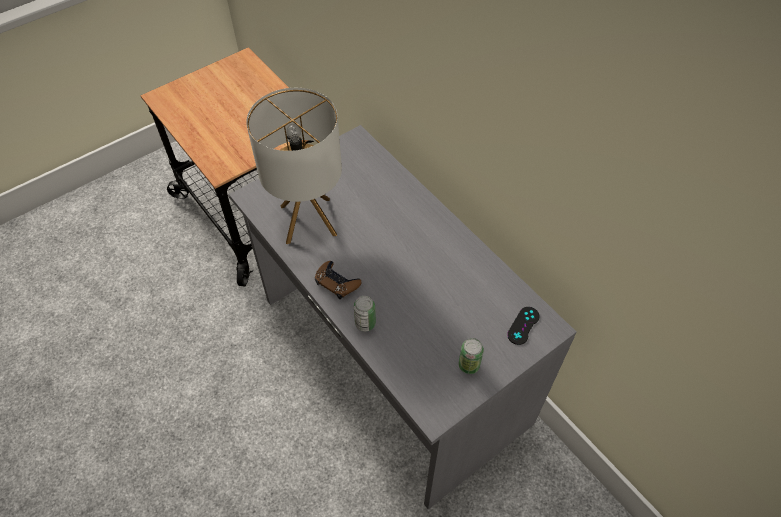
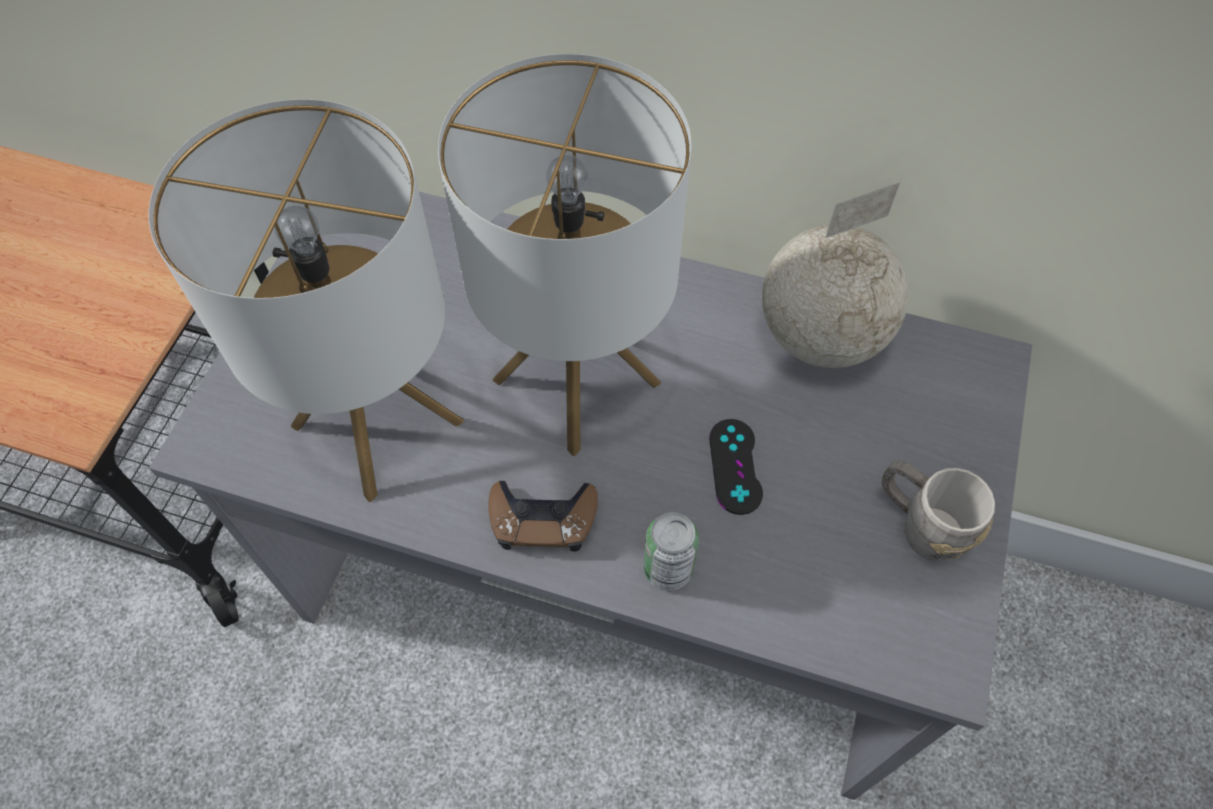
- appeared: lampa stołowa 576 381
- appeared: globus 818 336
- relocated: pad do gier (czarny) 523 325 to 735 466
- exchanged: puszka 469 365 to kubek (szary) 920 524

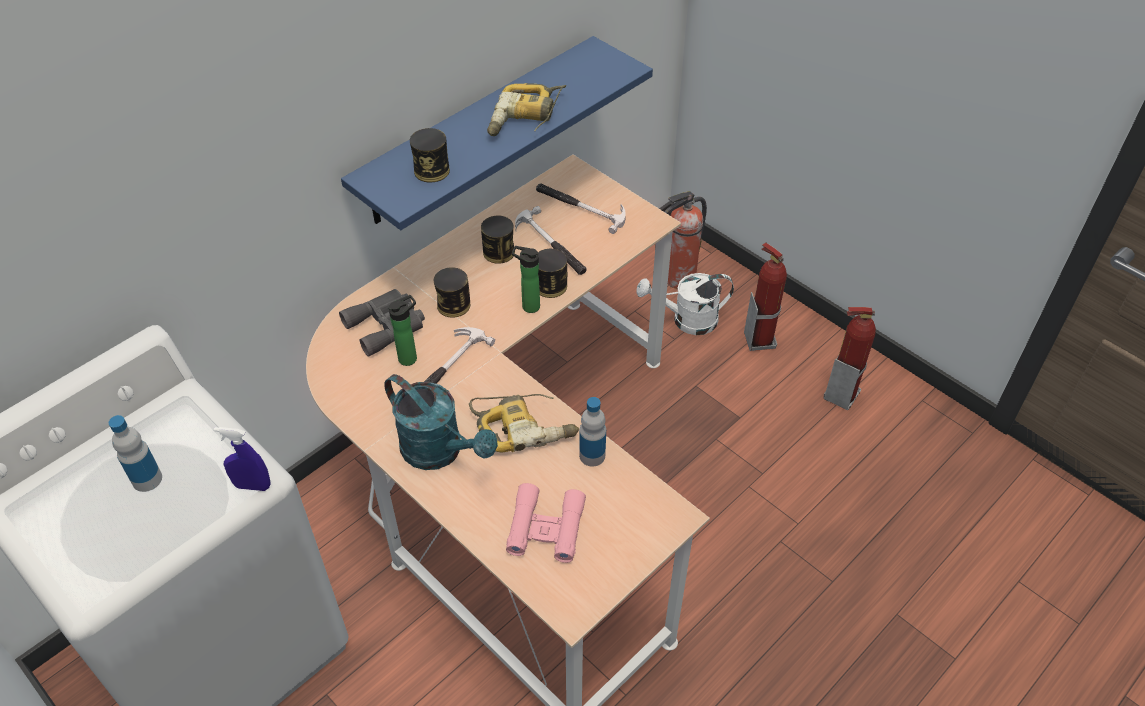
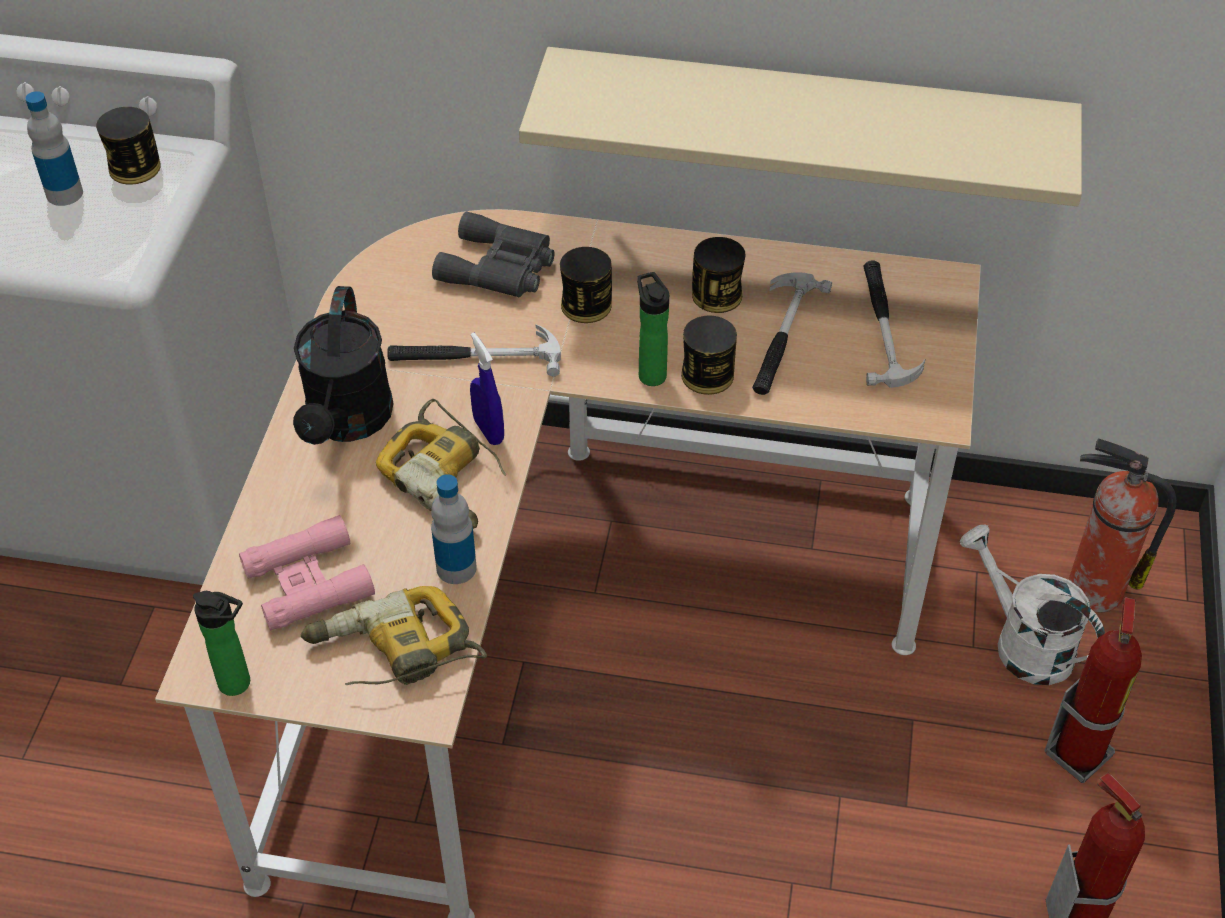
- relocated: spryskiwacz (niebieski) 252 486 to 488 431
- relocated: butelka 410 357 to 239 684
- relocated: puszka 431 170 to 135 167
- relocated: wiertarka 526 118 to 393 653
- colour: półka (niebieski) 478 131 to półka (beżowy) 805 120
- colour: konewka (turkusowy) 440 451 to konewka (czarny) 347 422

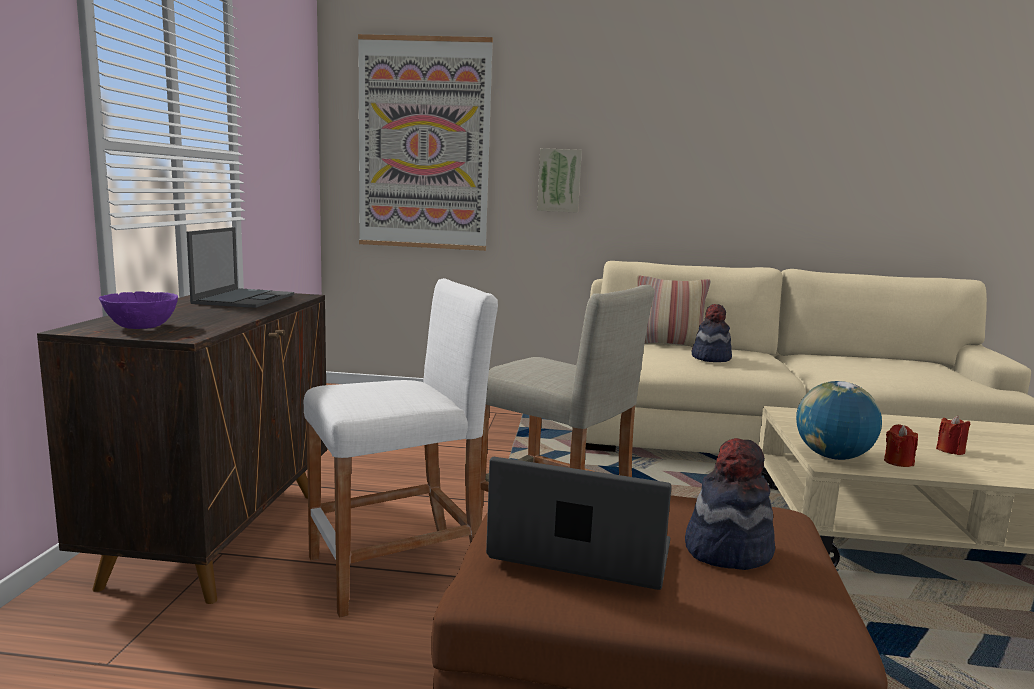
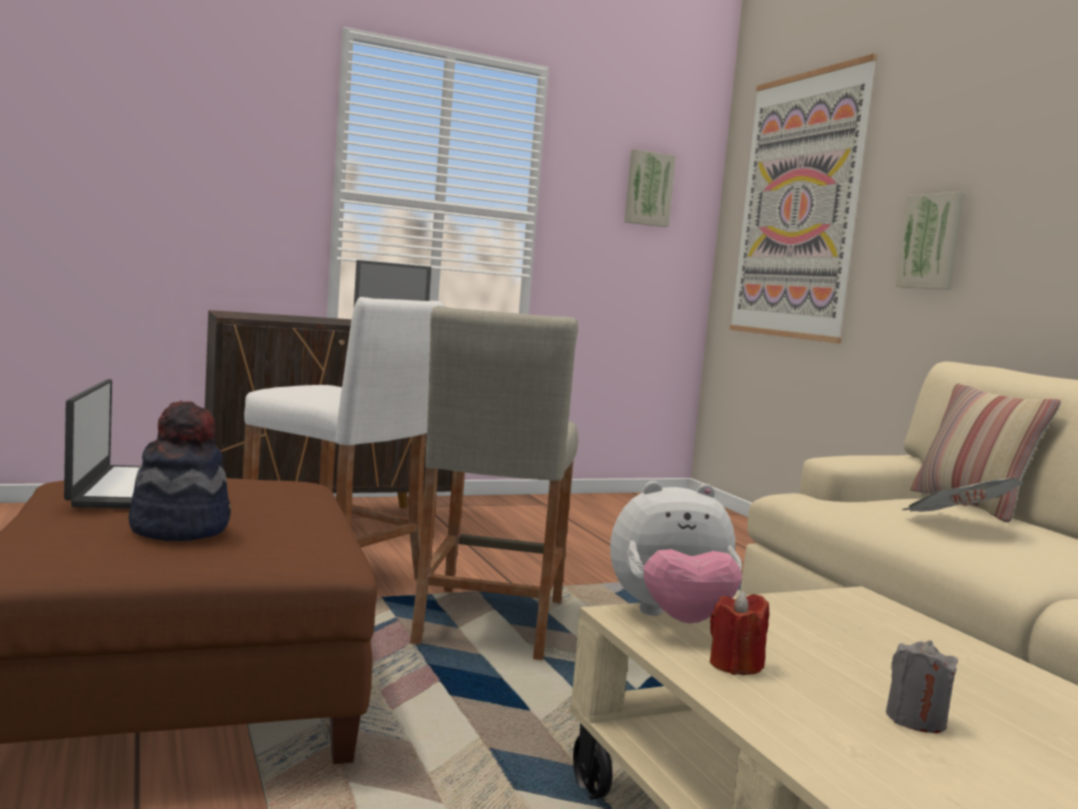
- missing: miska (fioletowy) 141 327
- appeared: obraz 648 189
- exchanged: kapelusz 710 358 to gazeta 956 524
- exchanged: globus 832 457 to pluszak 671 619
- colour: świeca (czerwony) 950 450 to świeca (szary) 916 720

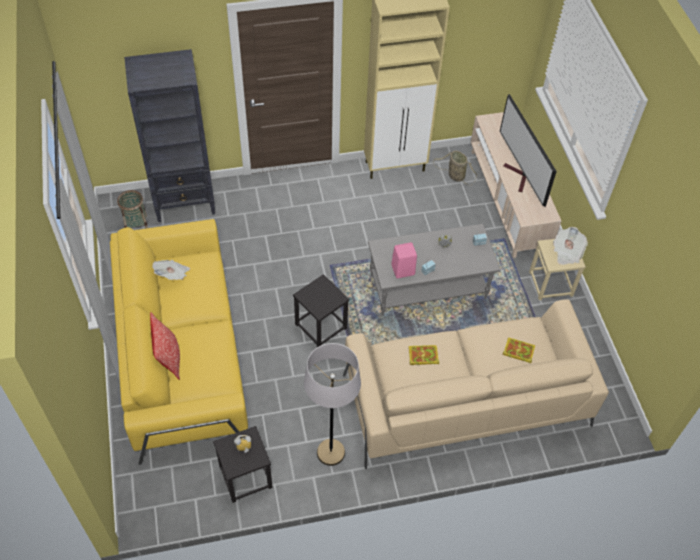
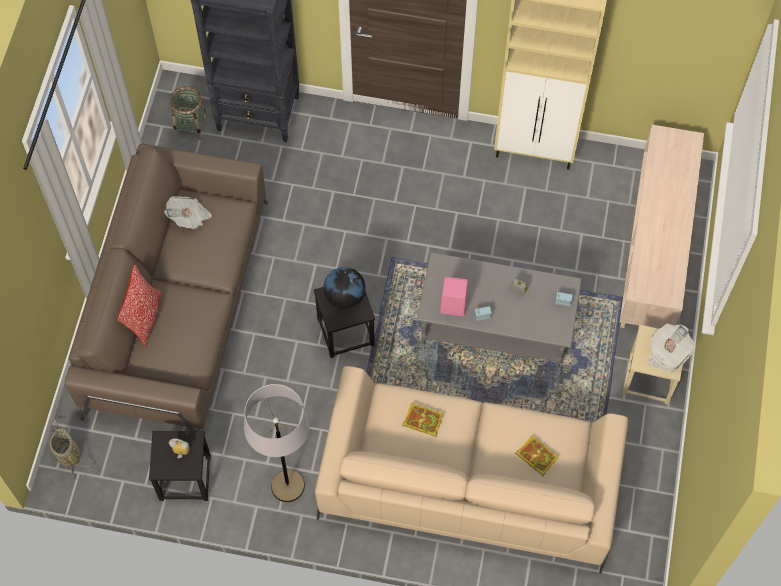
- missing: telewizor 519 177
- appeared: globus 345 297
- relocated: koszyk 455 175 to 68 454
- colour: kanapa (żółty) 182 353 to kanapa (brązowy) 177 307

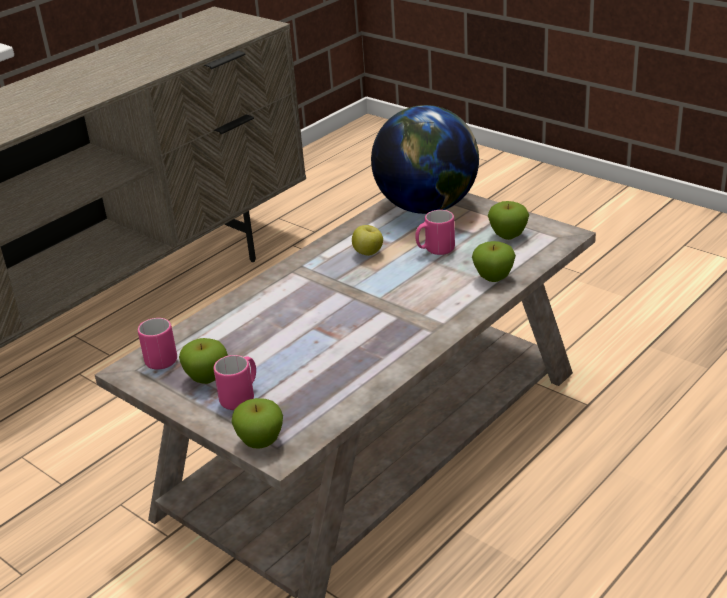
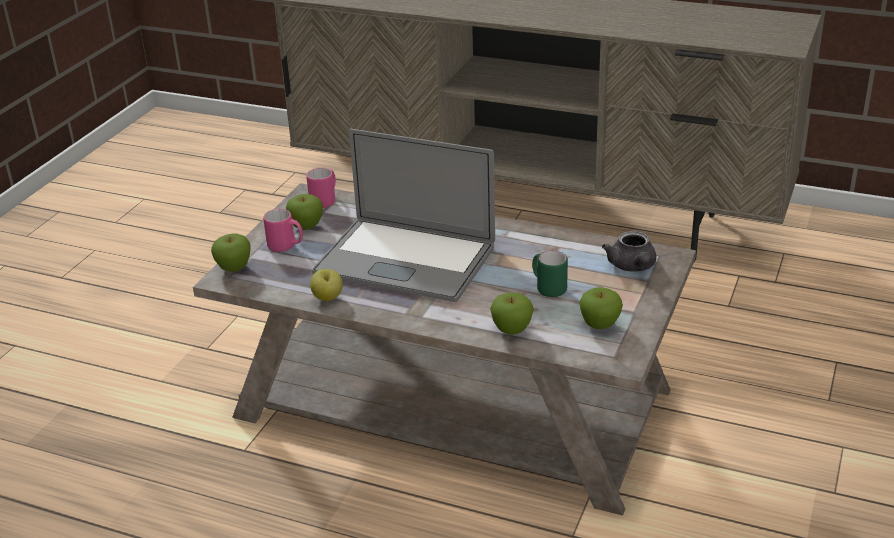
- appeared: laptop 405 260
- relocated: jabłko 368 253 to 328 298
- exchanged: globus 427 206 to imbryk (szary) 633 267
- colour: kubek (różowy) 435 250 to kubek (zielony) 547 288

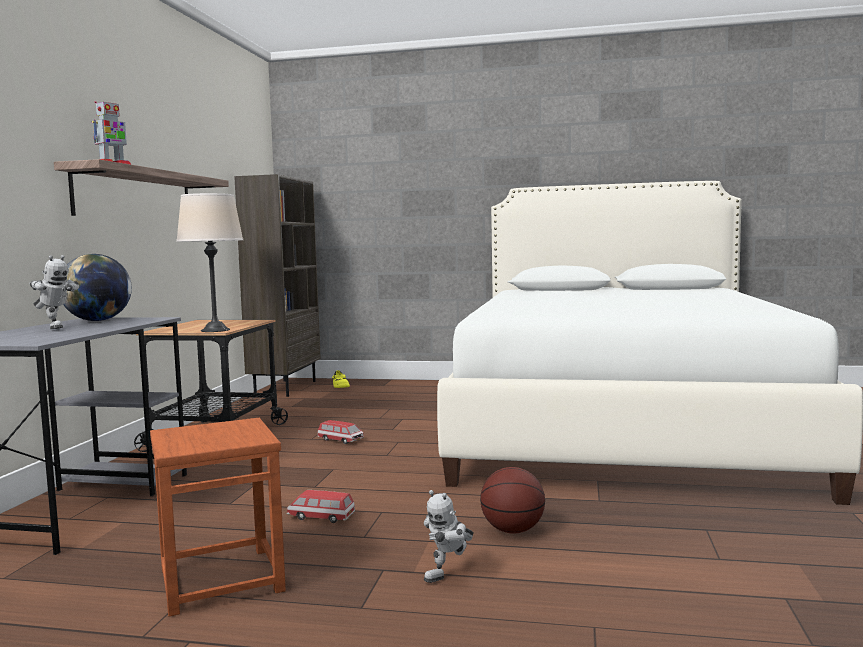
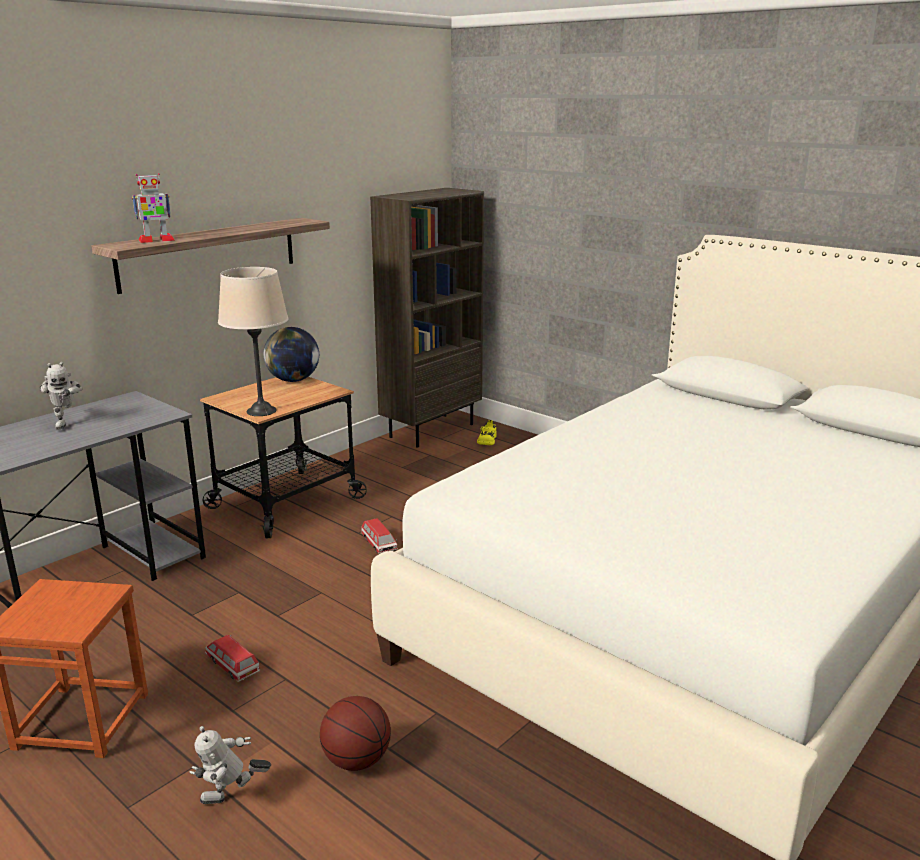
- relocated: globus 98 320 to 293 380

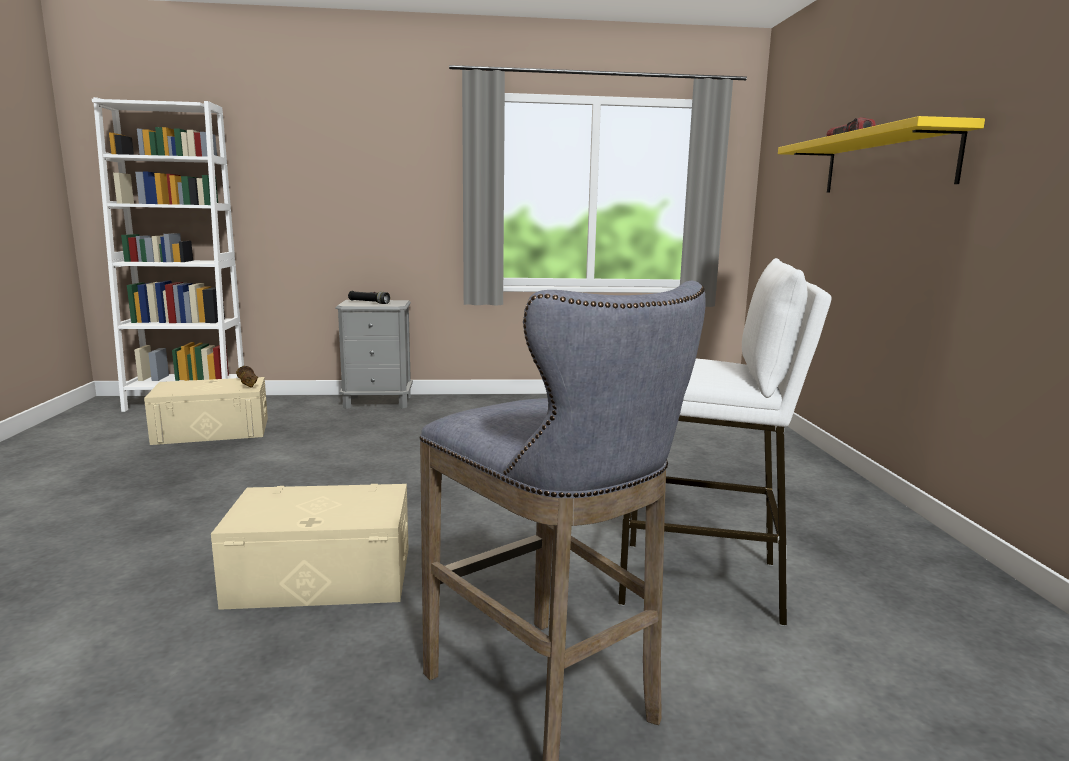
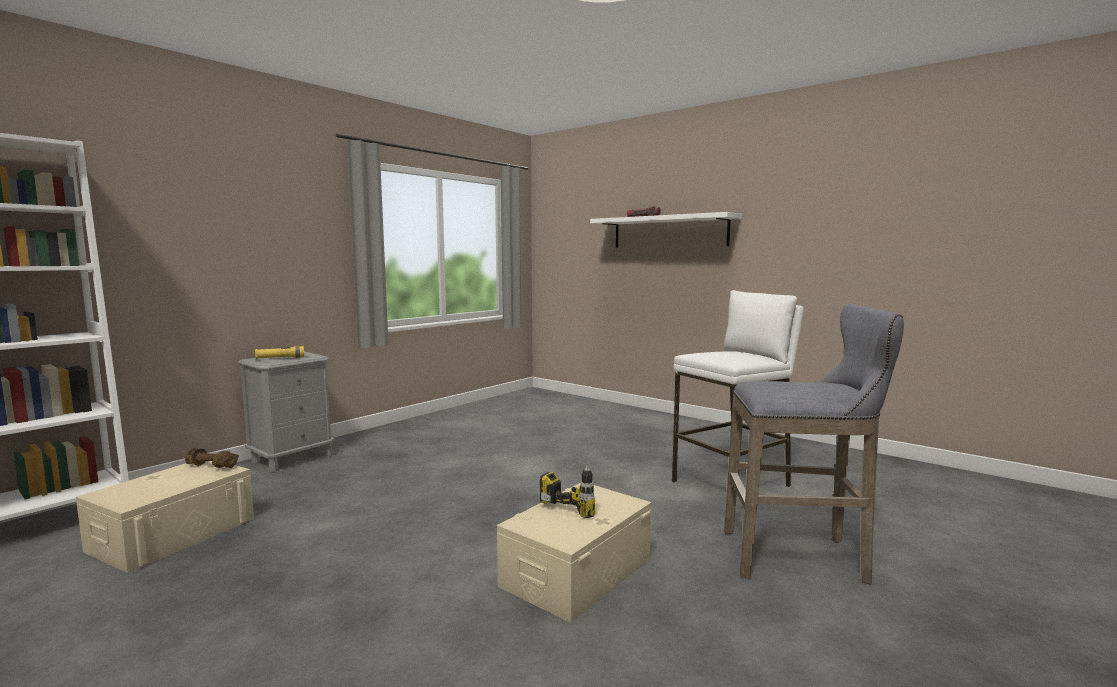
- appeared: wiertarka 579 503
- colour: latarka (czarny) 369 302 to latarka (żółty) 280 358
- colour: półka (żółty) 886 162 to półka (biały) 669 232

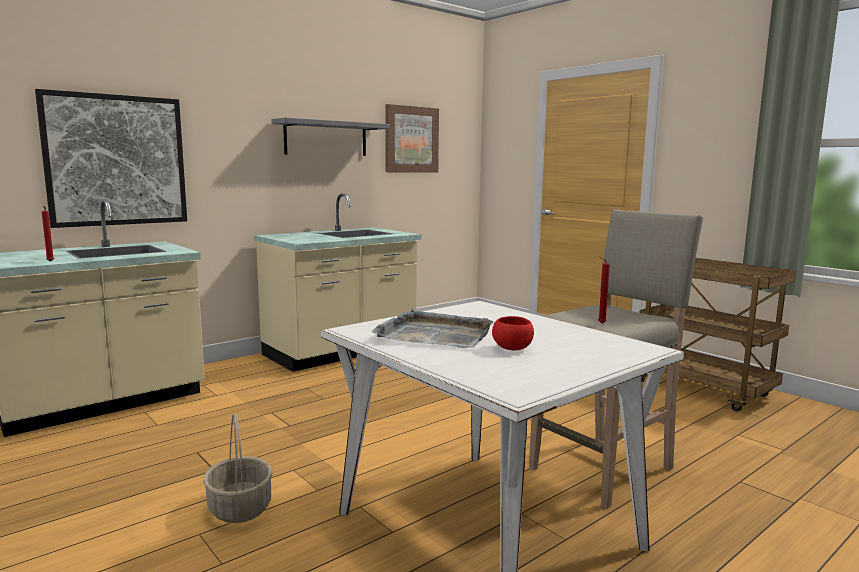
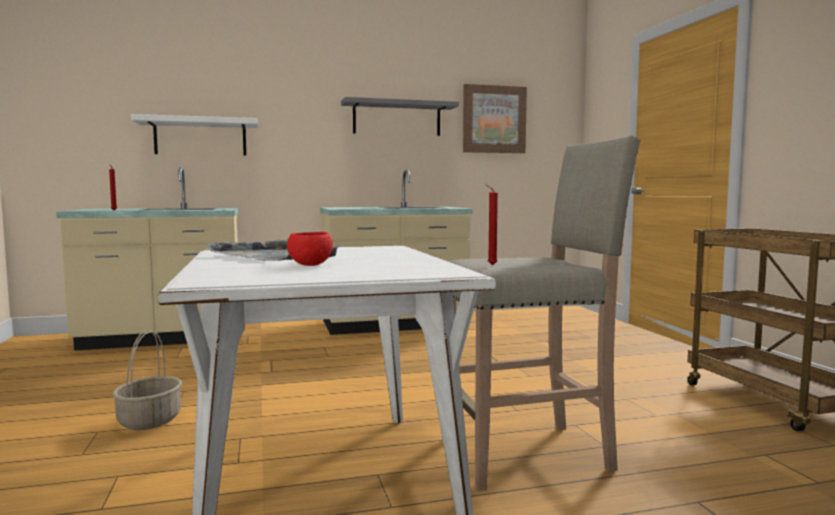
- exchanged: obraz 116 160 to półka (biały) 200 137

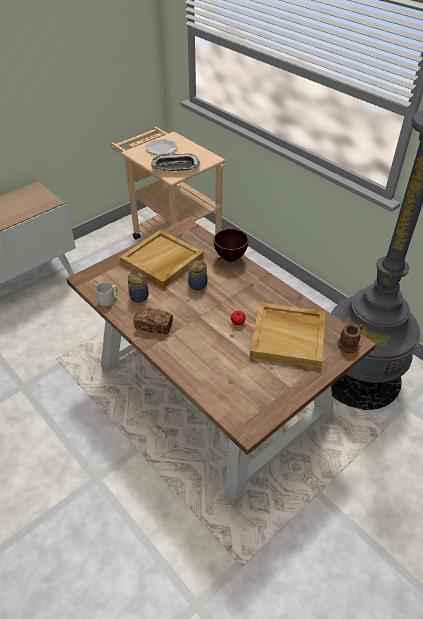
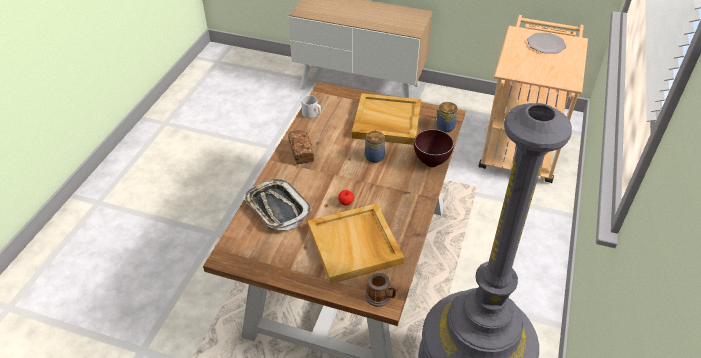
- relocated: słoik 138 297 to 444 127
- relocated: taca 175 167 to 277 208

